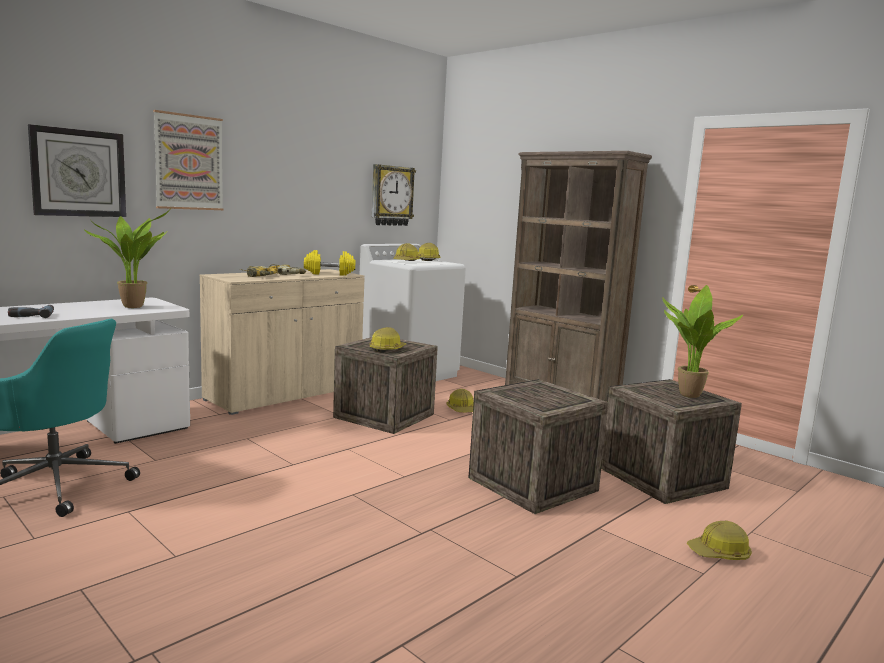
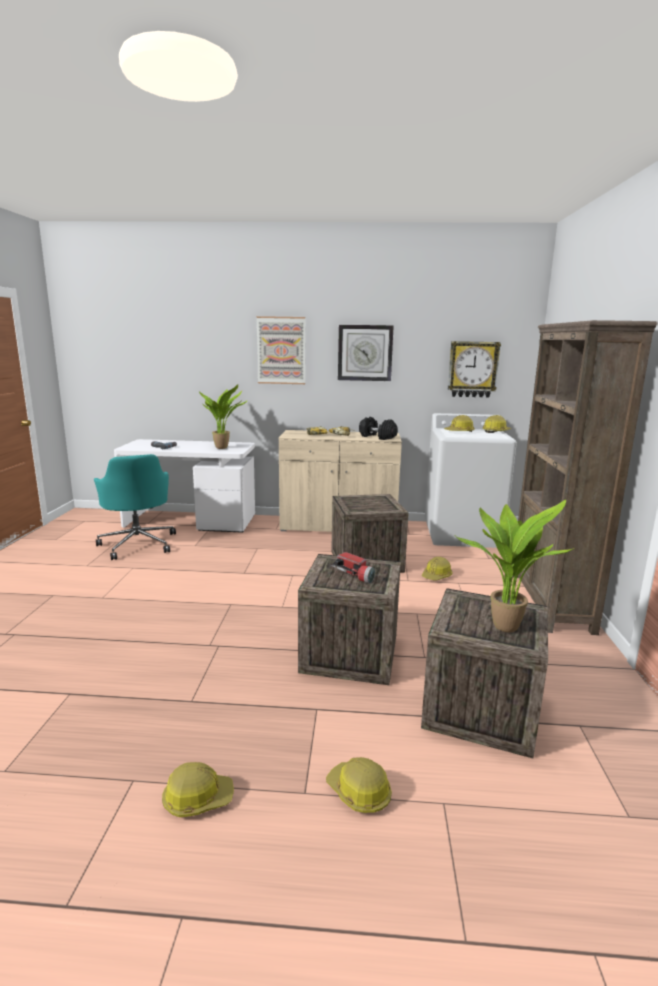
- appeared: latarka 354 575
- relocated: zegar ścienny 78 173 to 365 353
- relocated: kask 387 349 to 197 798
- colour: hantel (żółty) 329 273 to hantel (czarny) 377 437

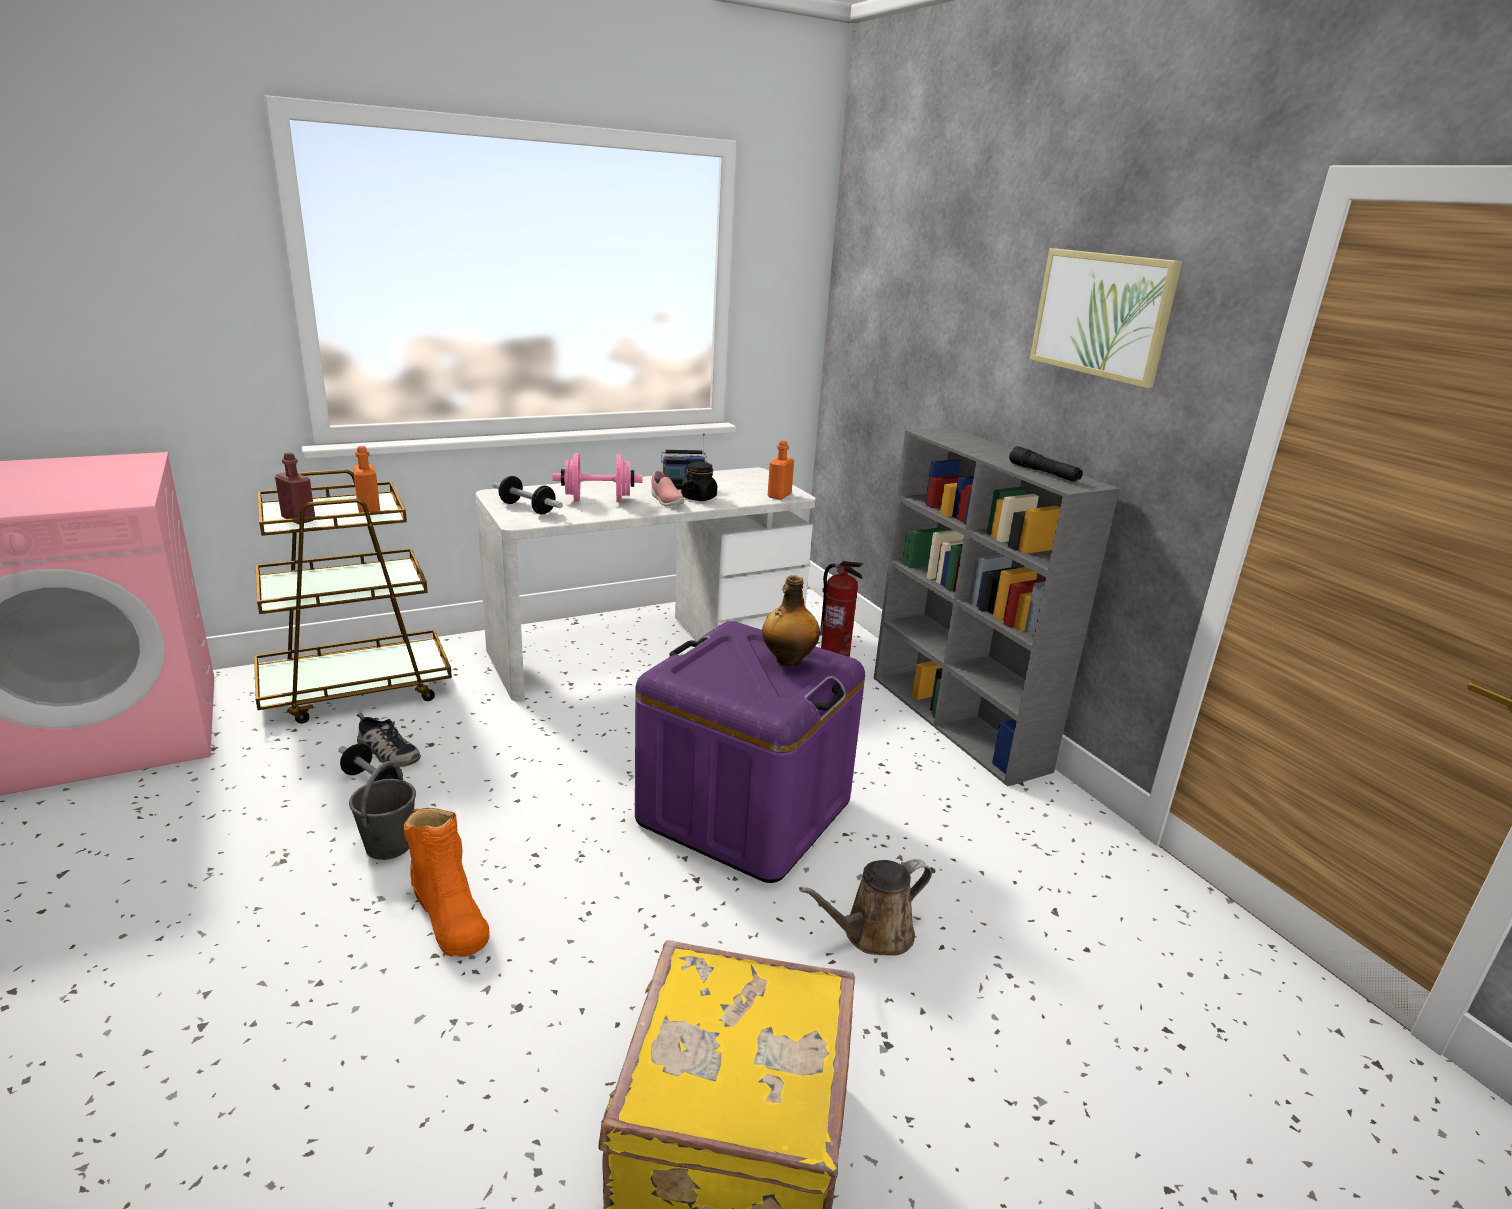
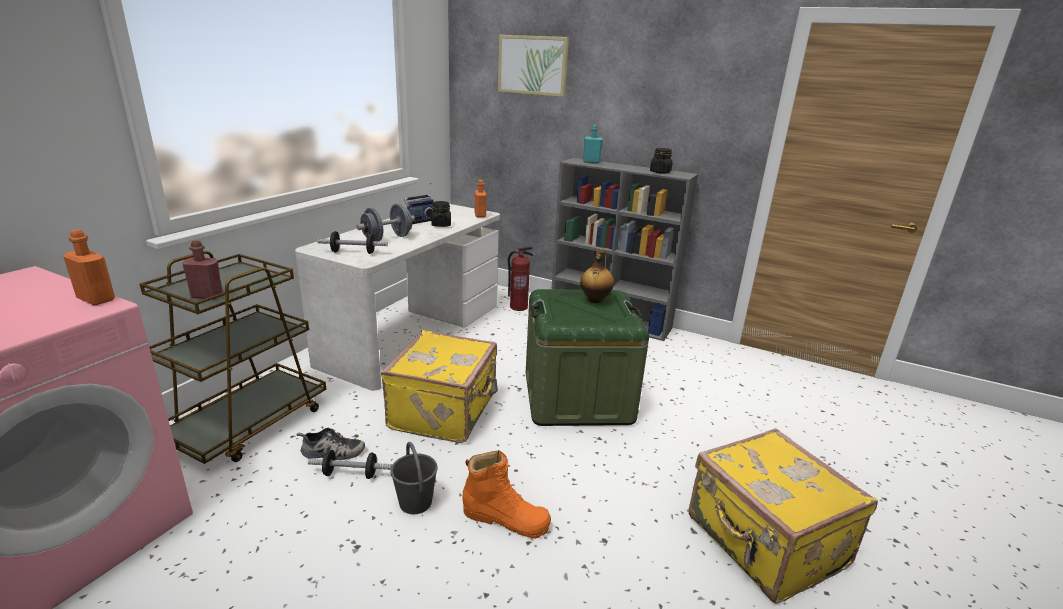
- missing: but (różowy) 666 501
- missing: konewka (brązowy) 872 934
- appeared: walizka (żółty) 445 411
- appeared: butelka (turkusowy) 591 162
- relocated: butelka (pomarańczowy) 369 510 to 96 299
- relocated: obraz 1102 315 to 532 65
- exchanged: latarka (czarny) 1043 473 to słoik (czarny) 660 172
- colour: hantel (różowy) 598 500 to hantel (szary) 387 238
- colour: pojemnik do przechowywania (fioletowy) 744 811 to pojemnik do przechowywania (zielony) 577 397

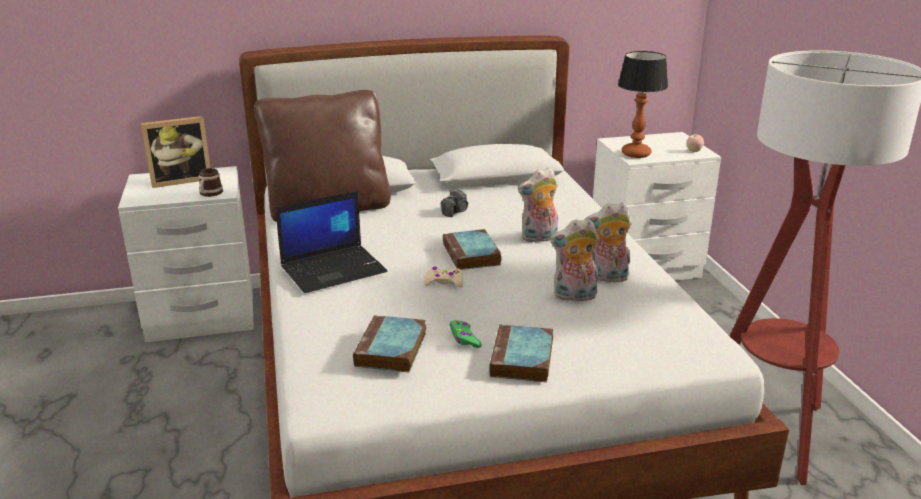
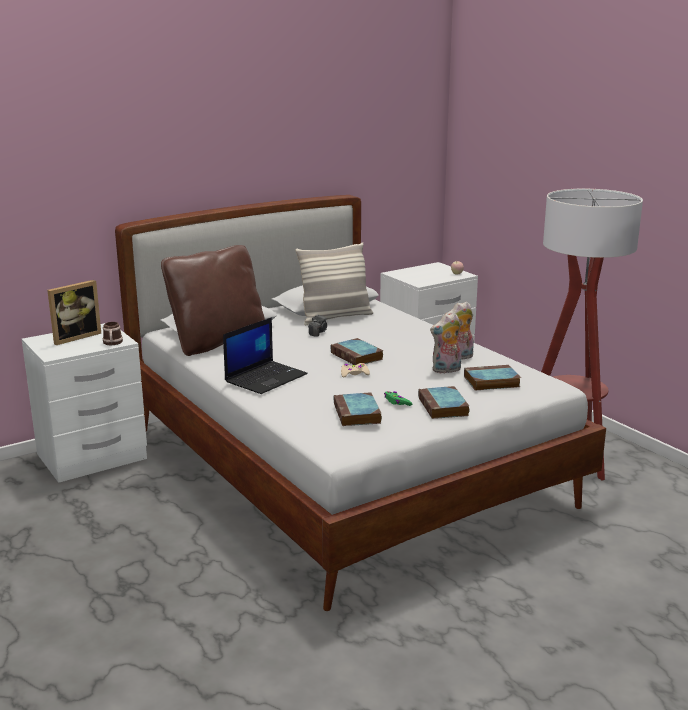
- missing: pluszak 539 238
- missing: lampa stołowa 635 154
- appeared: poduszka 335 317
- appeared: książka 490 382

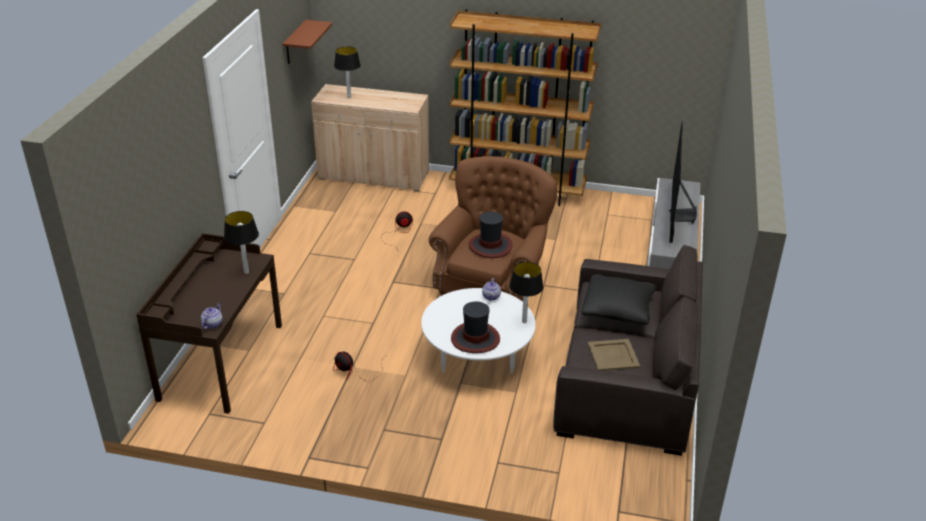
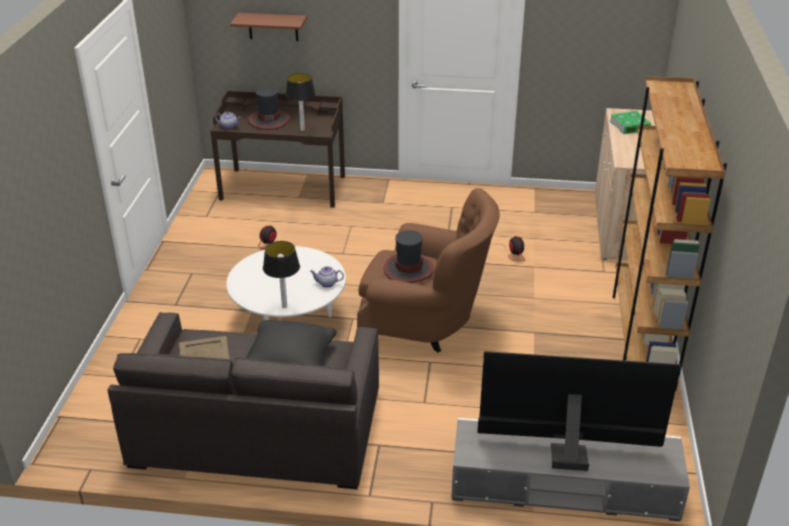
- relocated: półka (brązowy) 295 43 to 273 27
- relocated: kapelusz 475 339 to 269 120
- exchanged: lampa stołowa 349 97 to książka 629 126

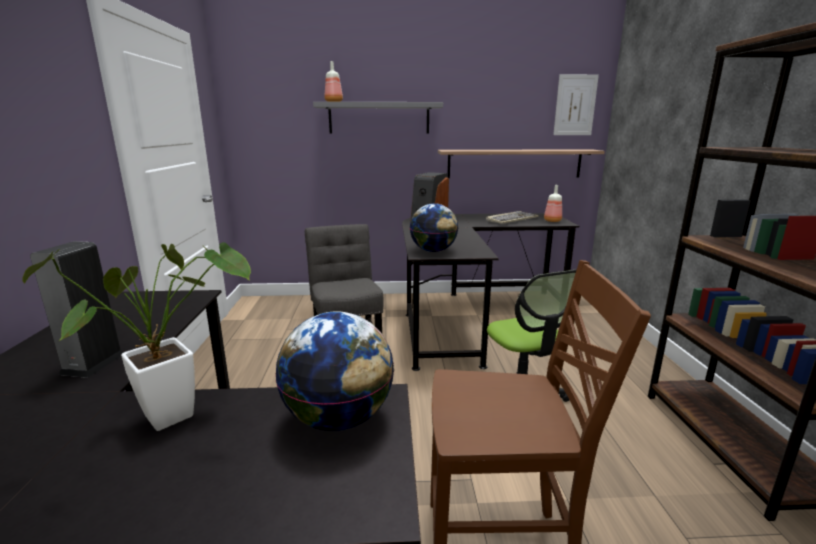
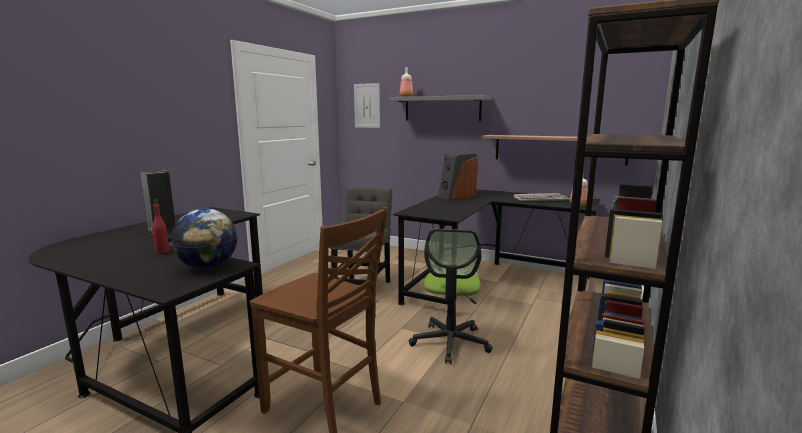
- missing: globus 433 251
- relocated: obraz 575 105 to 367 105
- exchanged: roślina doniczkowa 182 412 to butelka (czerwony) 162 252

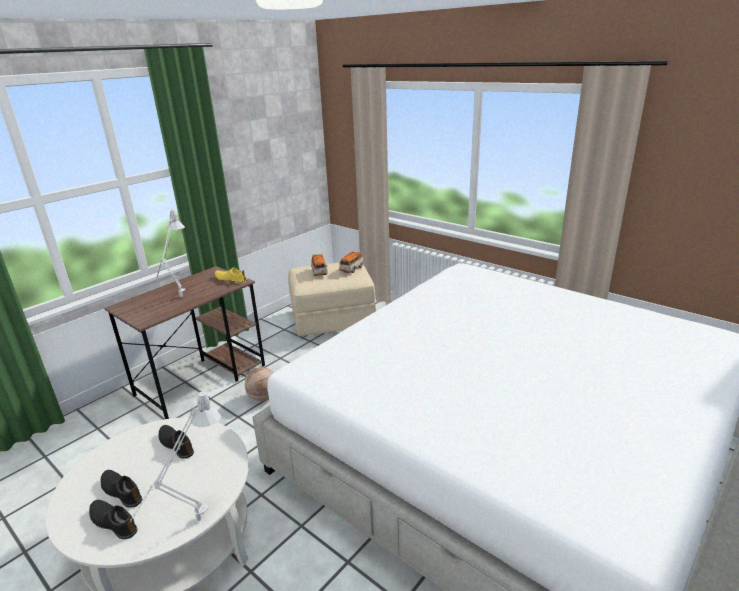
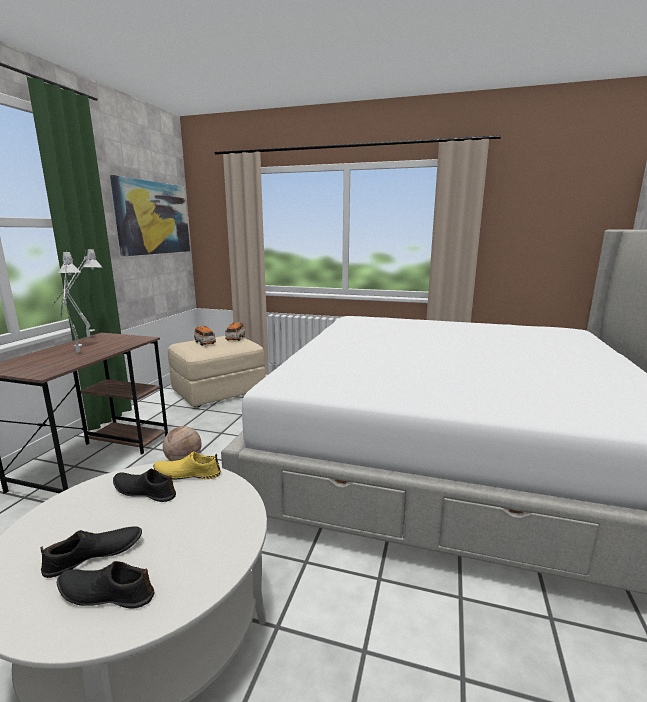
- appeared: obraz 153 218
- relocated: lampa stołowa (szary) 194 526 to 85 339
- relocated: but (żółty) 230 279 to 187 474
- spun: but (czarny) 122 491 = 95 556 135 degrees clockwise

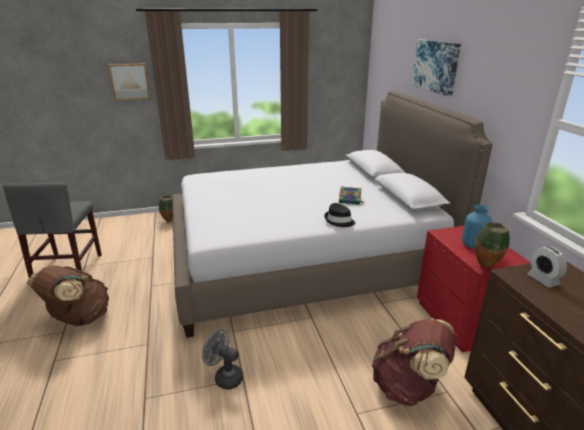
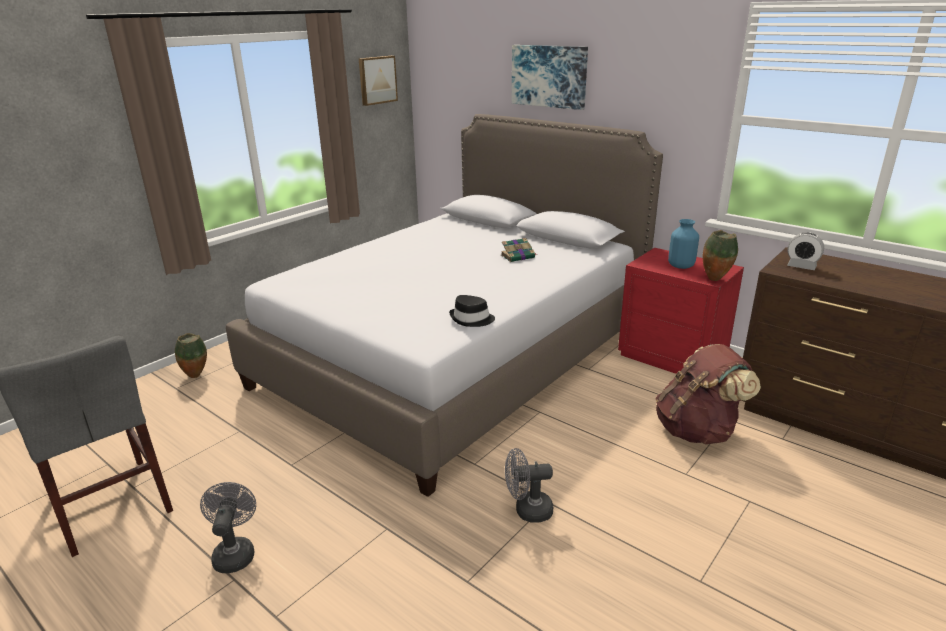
- relocated: obraz 130 81 to 377 80
- relocated: kapelusz (czarny) 339 221 to 471 319
- exchanged: plecak (brązowy) 79 319 to wentylator (szary) 235 552

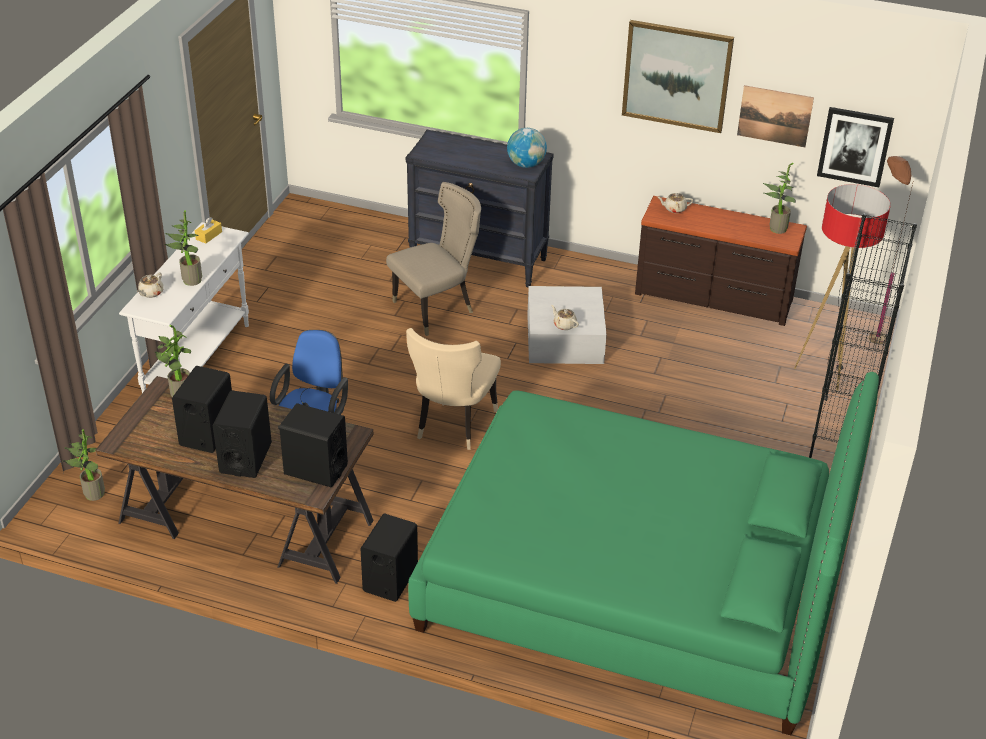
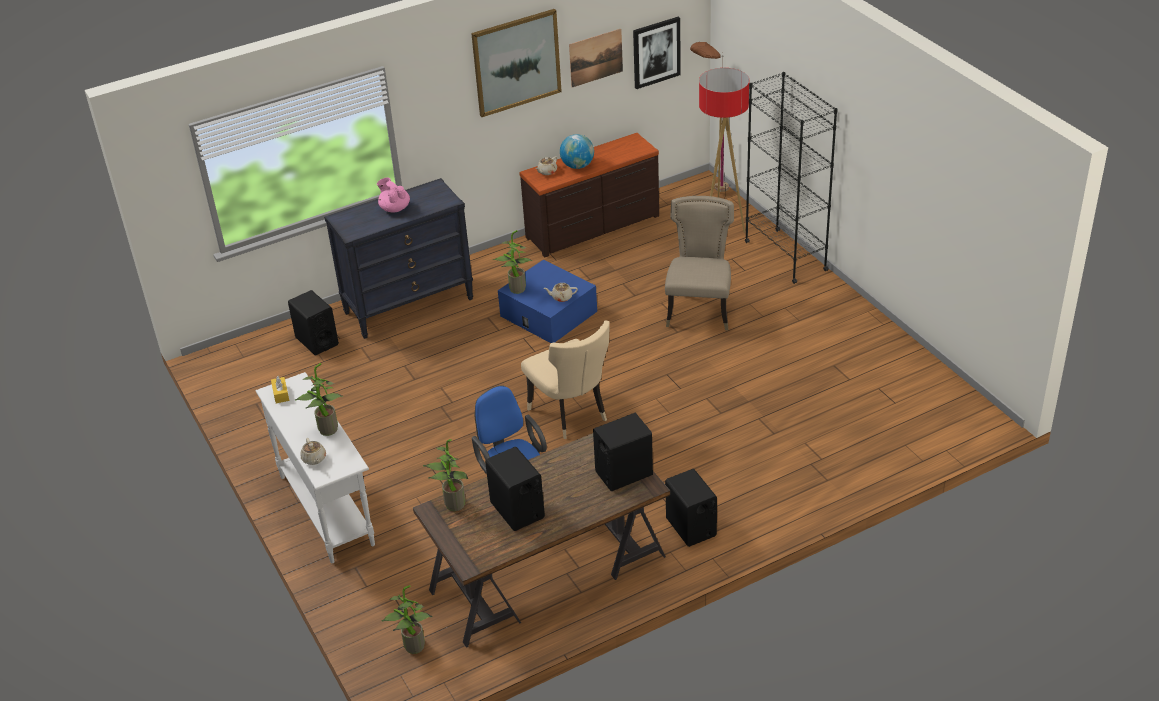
- missing: łóżko (zielony) 634 584
- appeared: imbryk (różowy) 394 208
- relocated: głośnik (czarny) 245 458 to 316 341
- relocated: krzesło (beżowy) 437 308 to 700 310
- relocated: globus 526 164 to 577 166
- relocated: roślina doniczkowa 775 228 to 515 290
- colour: pojemnik do przechowywania (biały) 565 338 to pojemnik do przechowywania (niebieski) 548 313

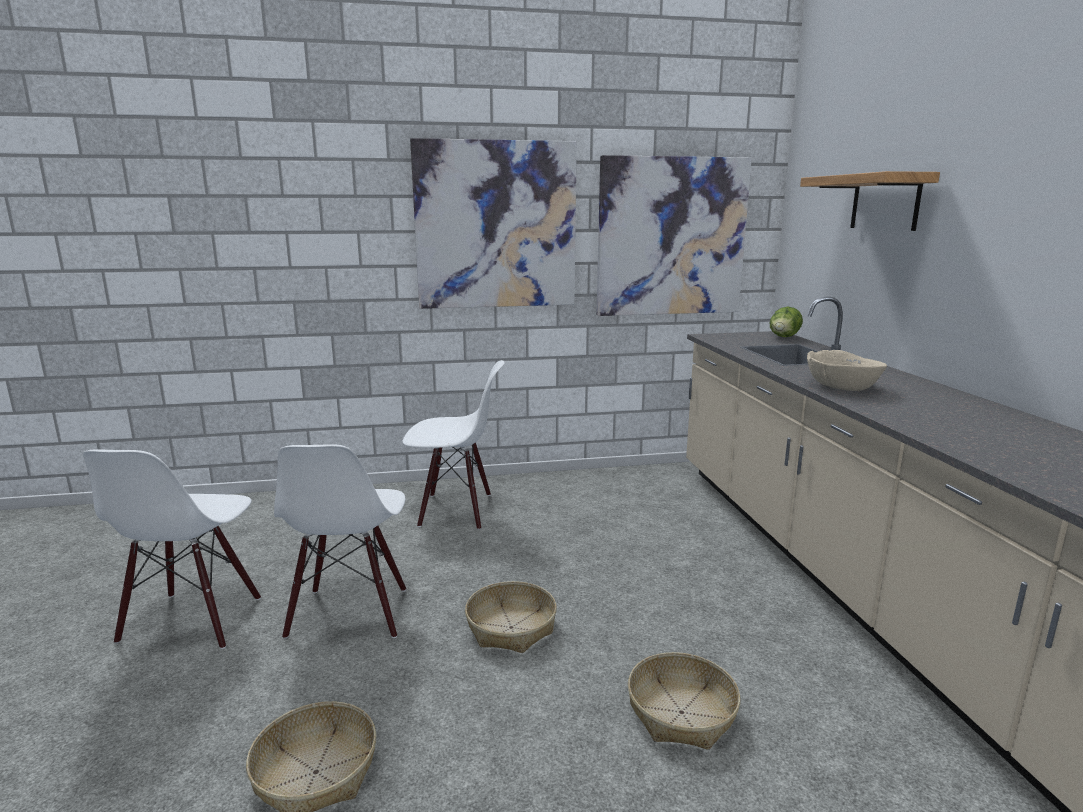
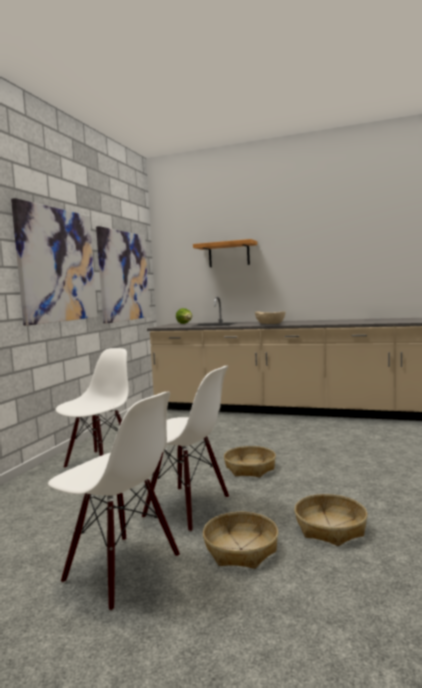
- relocated: koszyk 681 712 to 240 549

